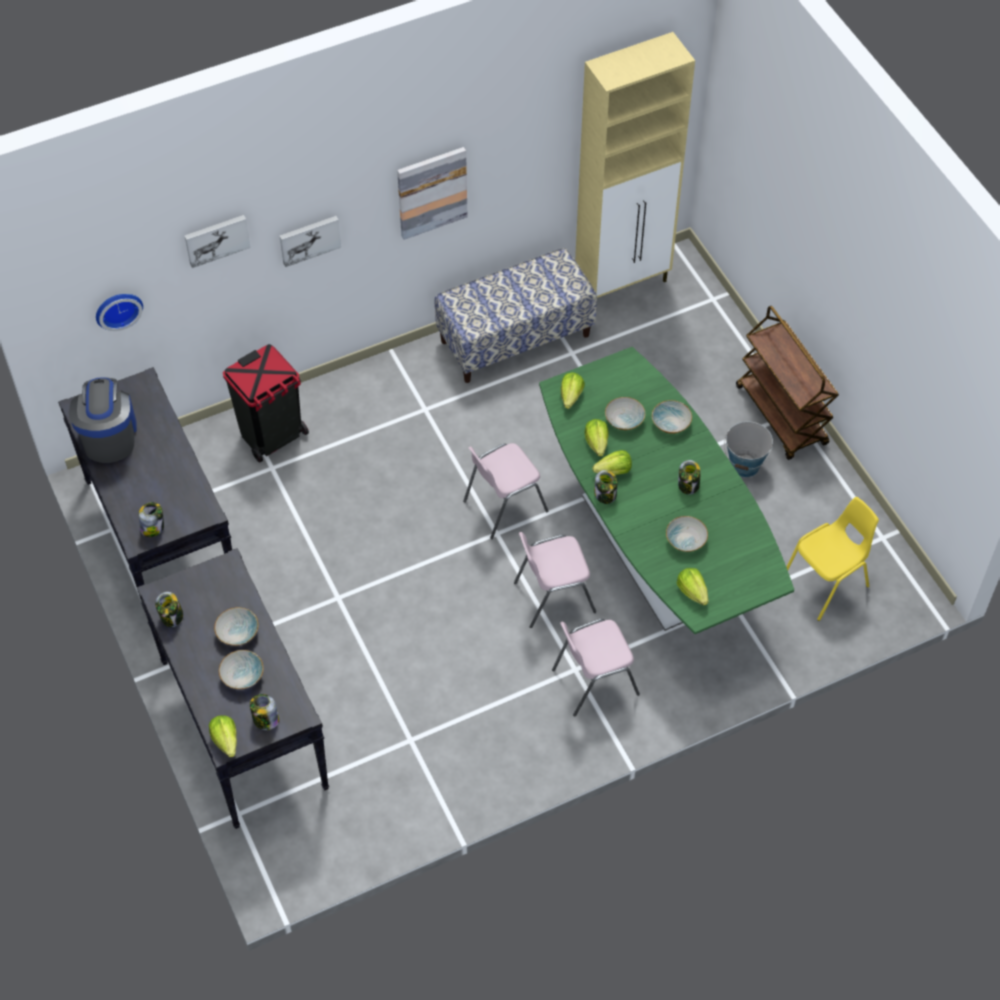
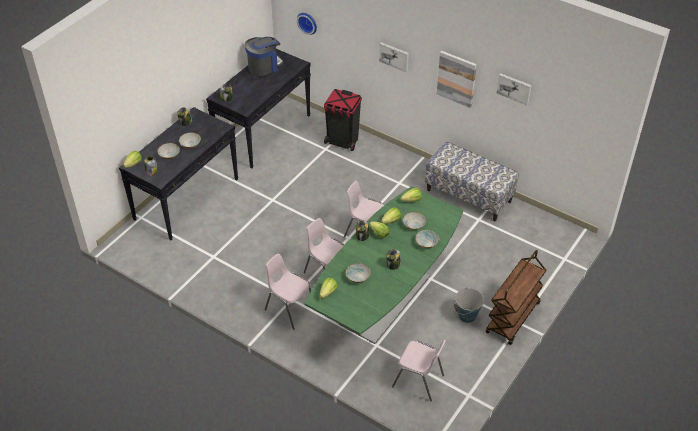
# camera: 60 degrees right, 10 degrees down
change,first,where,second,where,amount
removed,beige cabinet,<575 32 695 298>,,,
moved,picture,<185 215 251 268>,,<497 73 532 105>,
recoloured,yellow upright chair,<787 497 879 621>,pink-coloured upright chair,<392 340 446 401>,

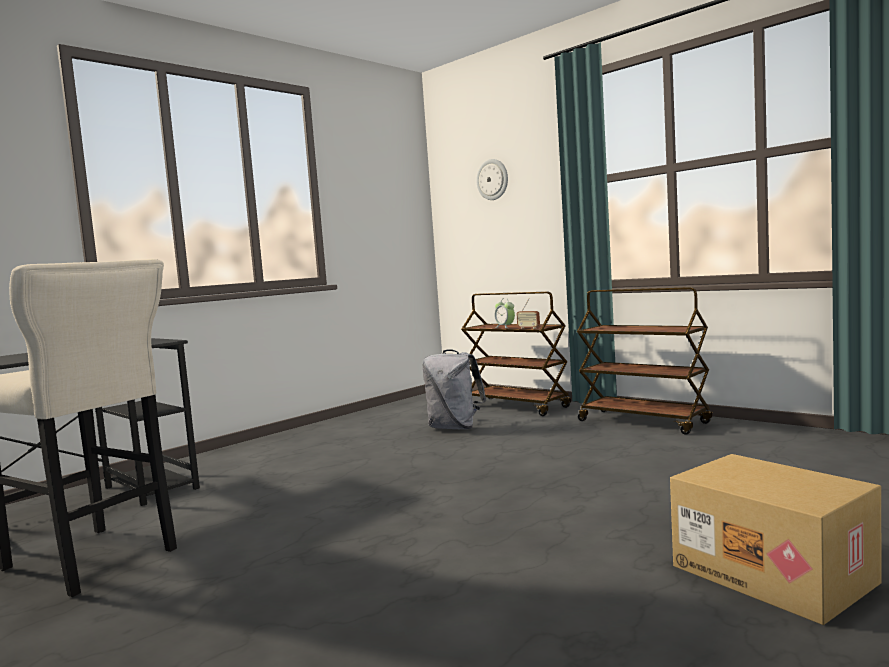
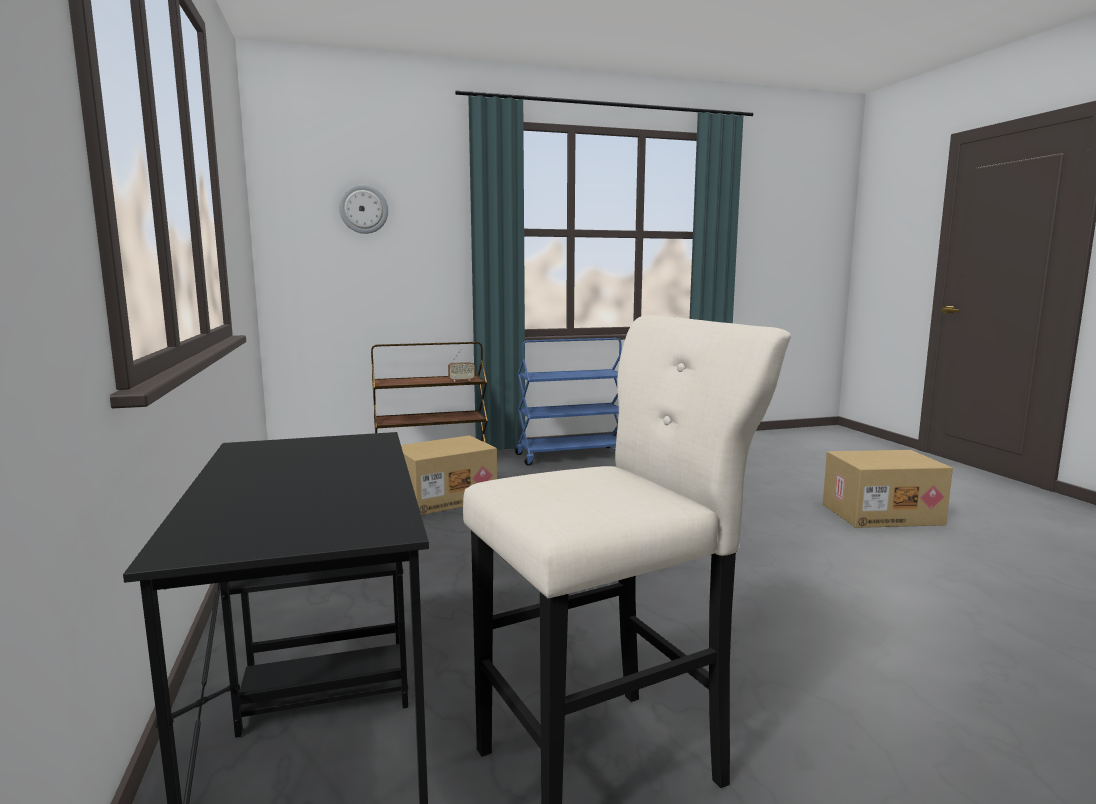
# camera: 60 degrees left, 5 degrees up
change,first,where,second,where,amount
removed,bedside clock,<494 298 515 328>,,,
replaced,grey backpack,<422 349 486 429>,cardboard box,<401 435 497 515>,
recoloured,brownish trolley,<577 287 712 435>,blue-coloured trolley,<515 338 622 466>,

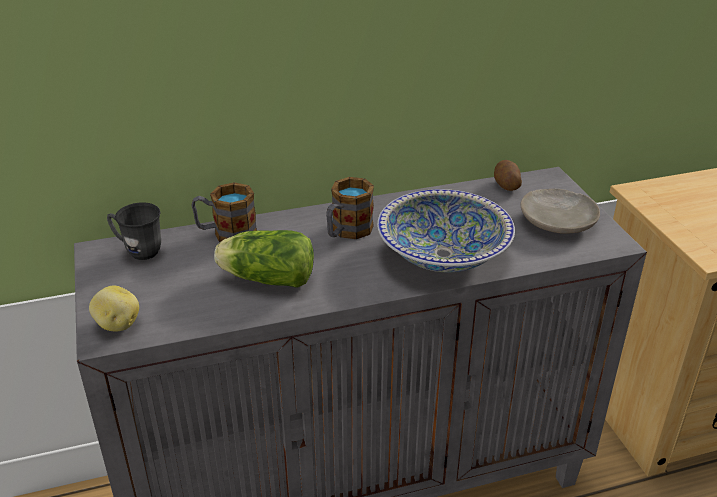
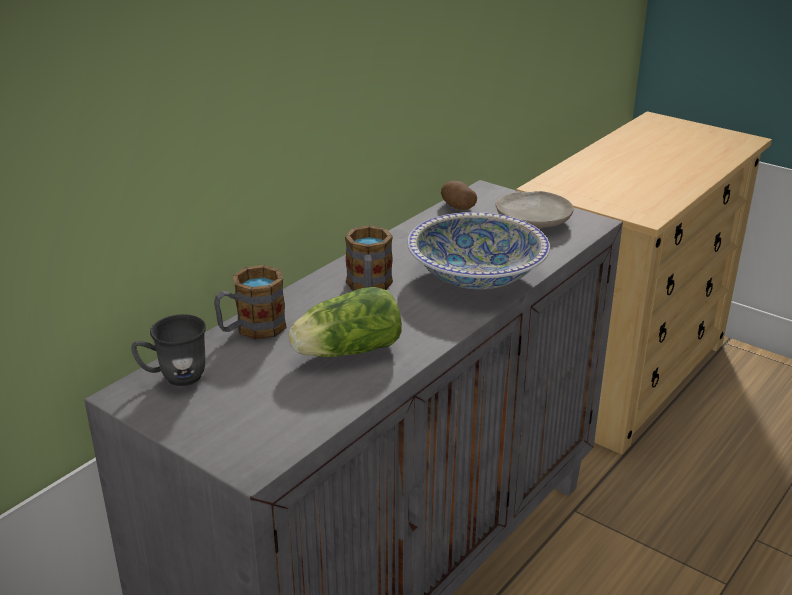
# camera: 35 degrees left, 5 degrees down
change,first,where,second,where,amount
removed,spud,<89 286 139 332>,,,

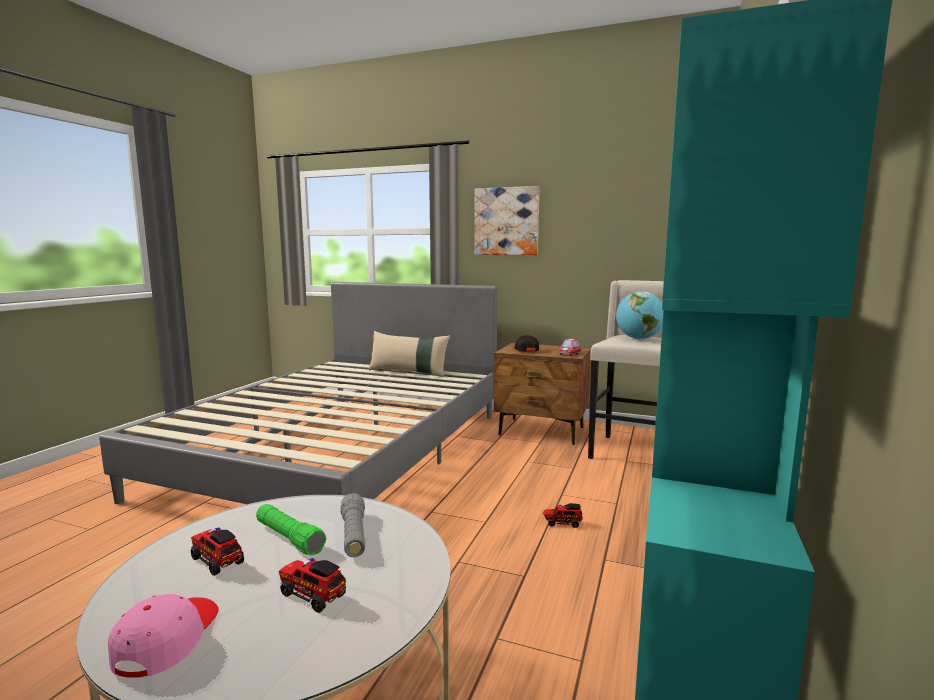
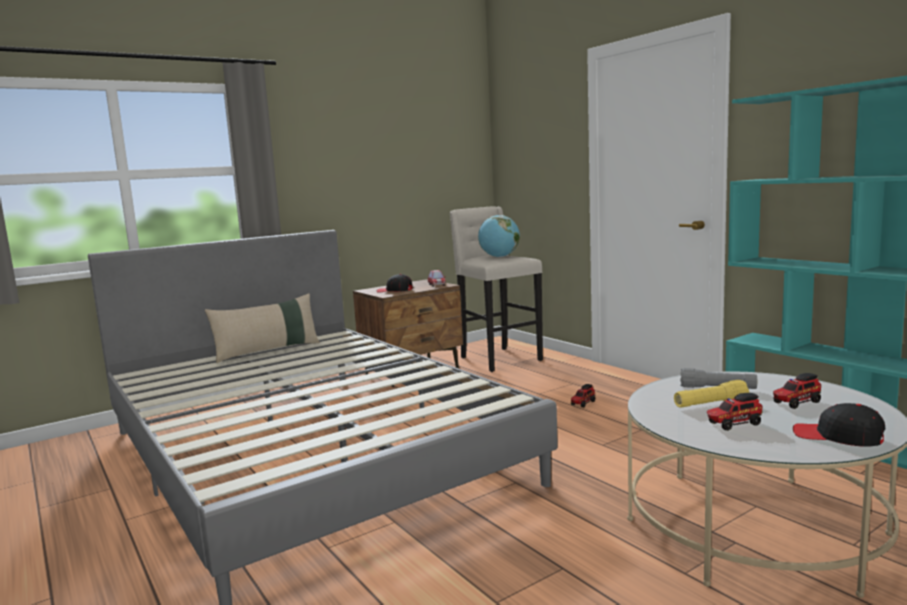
# camera: 55 degrees left, 0 degrees up
change,first,where,second,where,amount
removed,picture,<474 186 540 255>,,,
recoloured,pink-coloured peaked cap,<108 594 219 678>,blackish peaked cap,<793 403 885 447>,
recoloured,green torch,<256 504 326 555>,yellow torch,<674 380 749 408>,

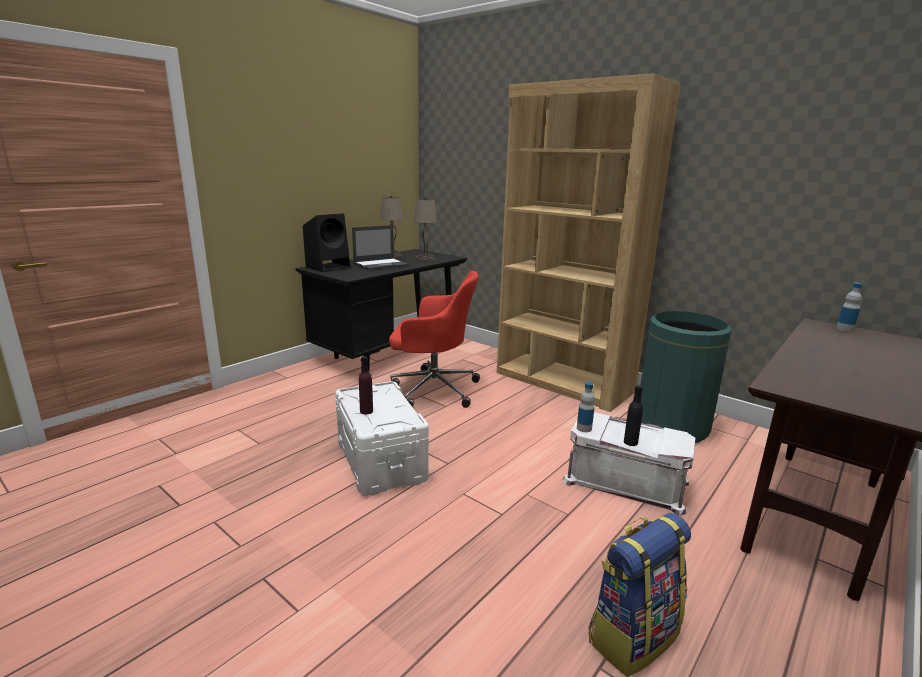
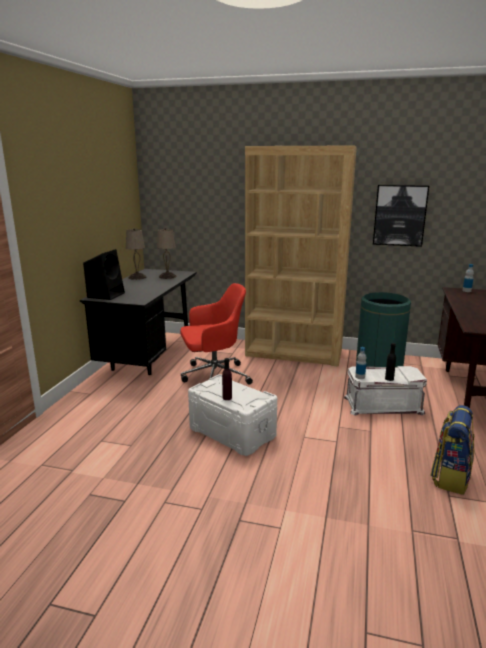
# camera: 25 degrees left, 0 degrees up
change,first,where,second,where,amount
removed,laptop,<352 225 409 270>,,,
added,,,picture,<373 185 429 247>,

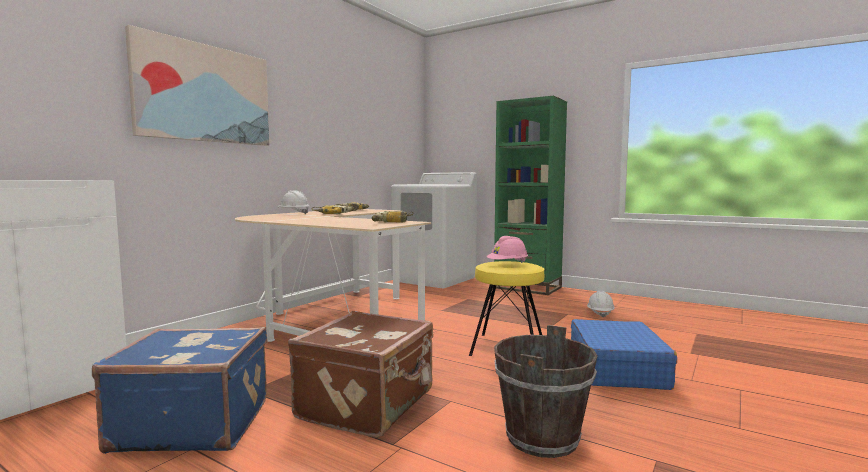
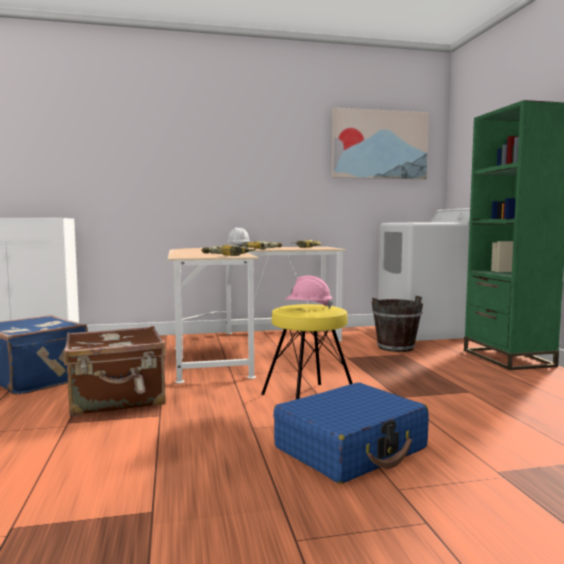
# camera: 45 degrees right, 0 degrees up
change,first,where,second,where,amount
removed,white-coloured safety helmet,<587 291 615 318>,,,
moved,picture,<125 25 270 146>,,<332 108 429 180>,
moved,brownish bucket,<494 325 598 458>,,<372 296 423 352>,

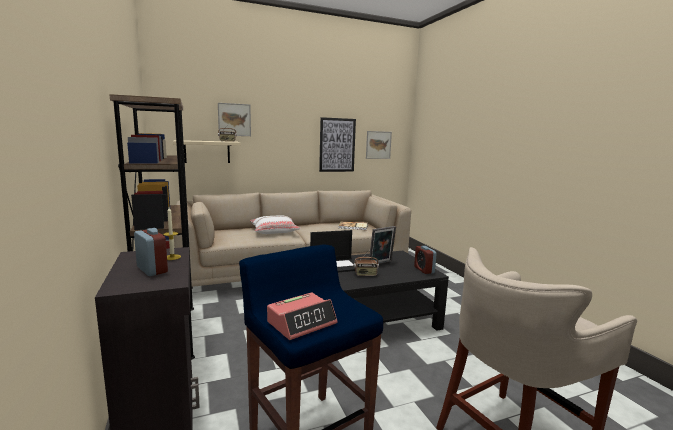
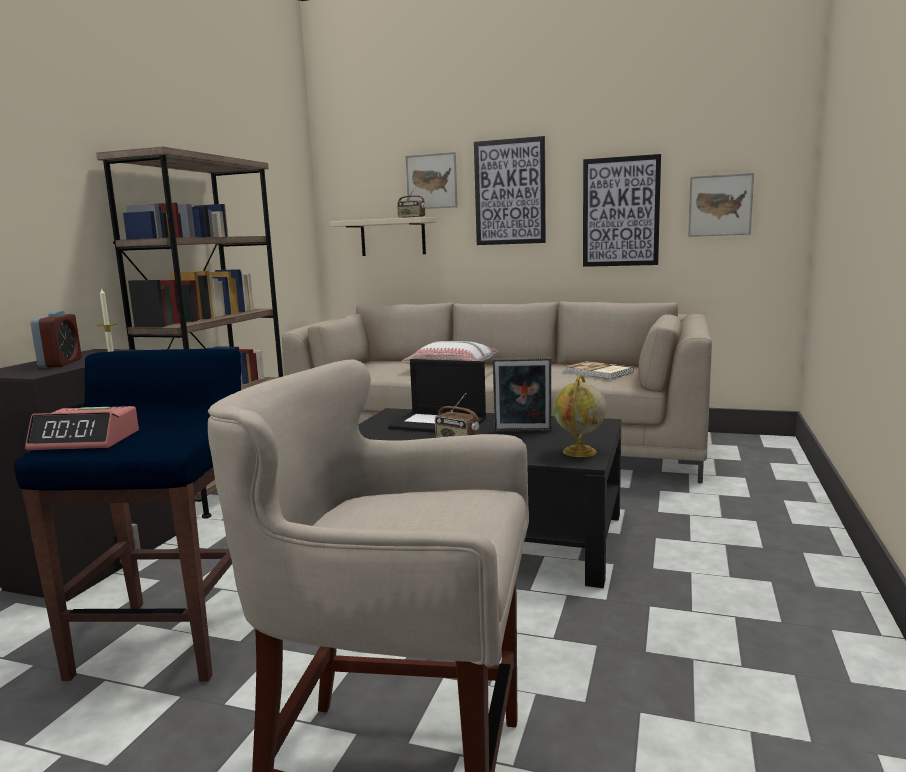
# camera: 40 degrees right, 0 degrees up
change,first,where,second,where,amount
added,,,picture,<474 136 546 245>,
replaced,bedside clock,<414 246 437 274>,world globe,<553 375 606 457>,

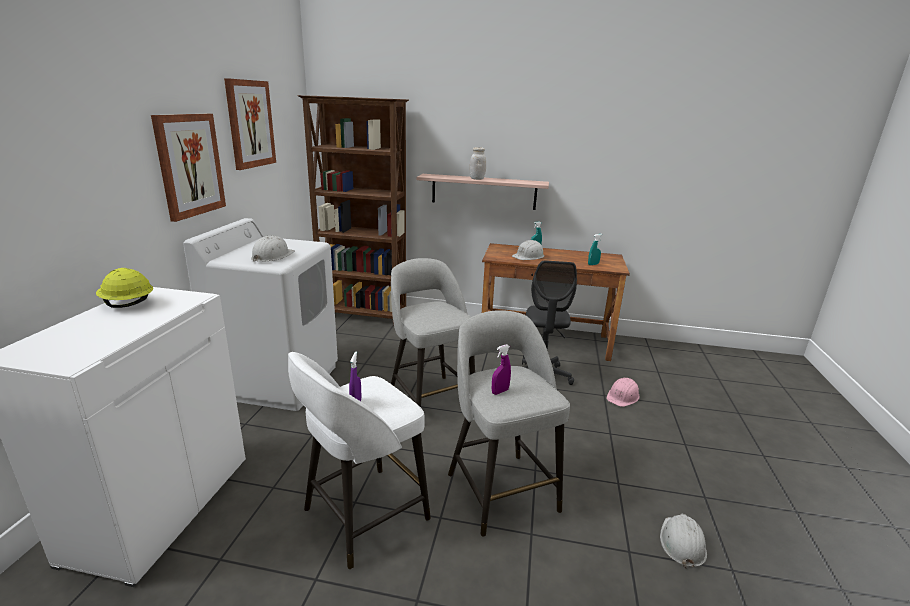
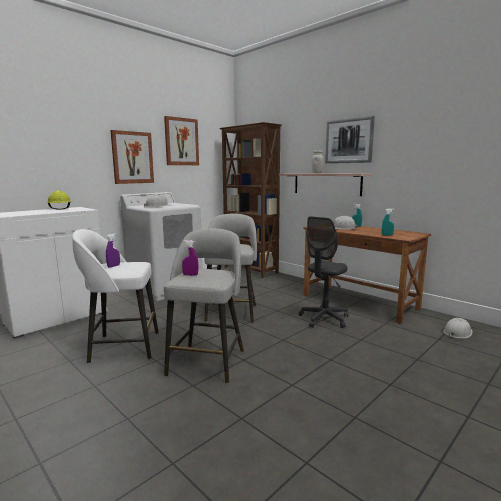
# camera: 35 degrees right, 10 degrees down
change,first,where,second,where,amount
removed,pink-coloured safety helmet,<606 378 640 407>,,,
added,,,picture,<325 116 375 163>,
moved,white-coloured safety helmet,<660 513 707 569>,,<443 318 473 339>,

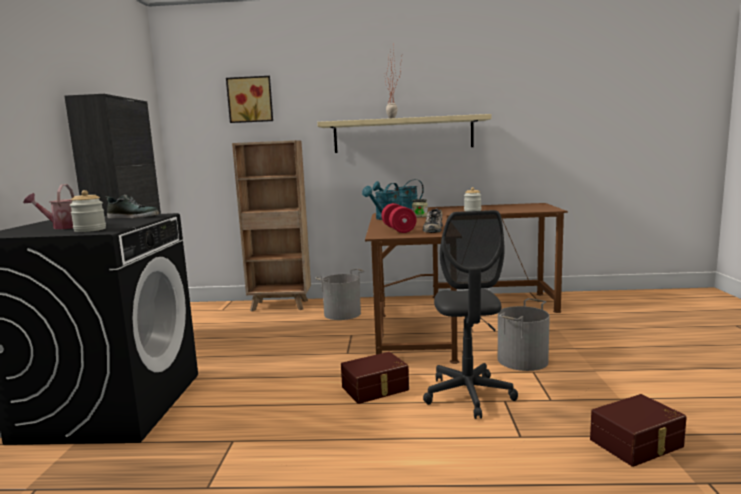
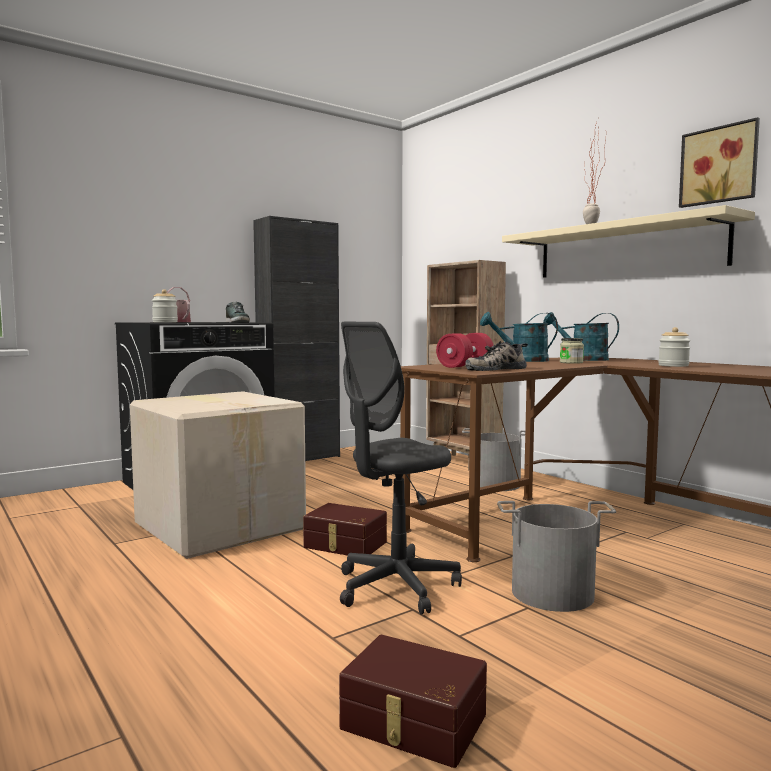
# camera: 50 degrees right, 5 degrees down
change,first,where,second,where,amount
added,,,cardboard box,<130 391 306 559>,
moved,picture,<226 76 273 123>,,<679 117 760 208>,

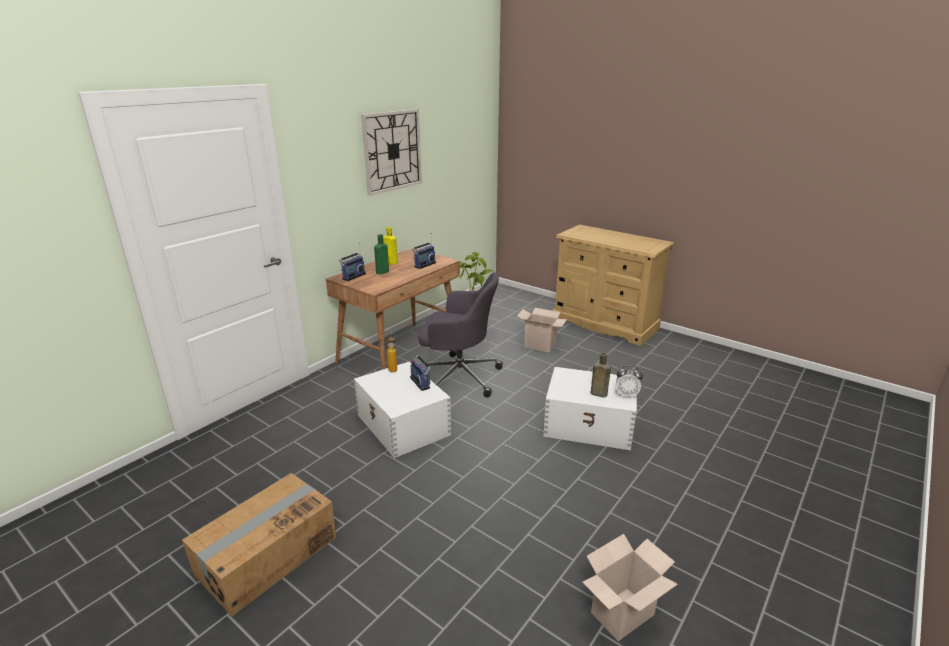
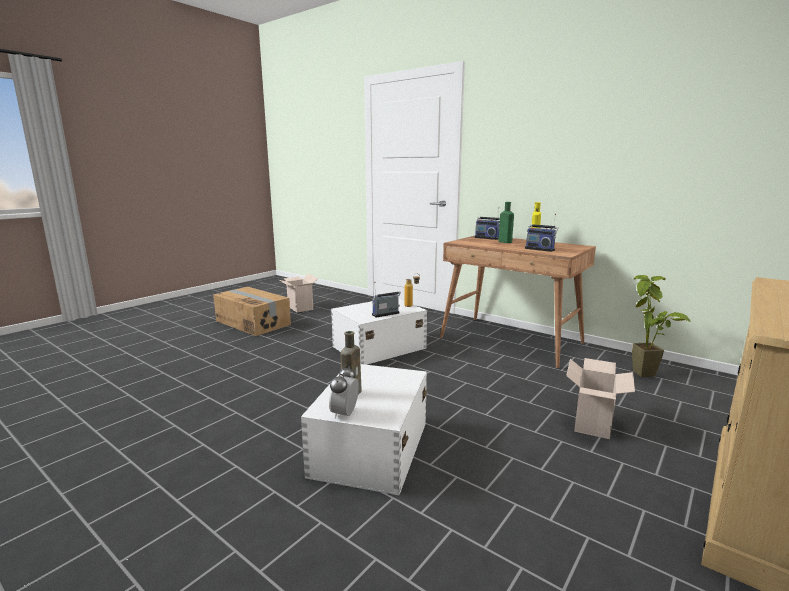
# camera: 90 degrees right, 10 degrees down
change,first,where,second,where,amount
removed,hanging clock,<361 109 422 196>,,,
removed,grey desk chair,<418 272 503 397>,,,
moved,cardboard box,<582 534 678 641>,,<279 274 318 313>,

